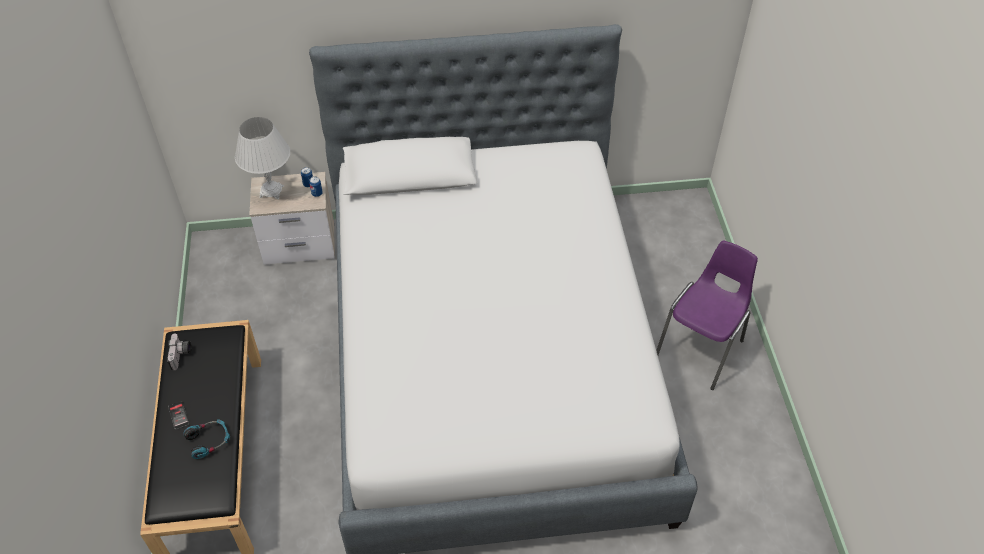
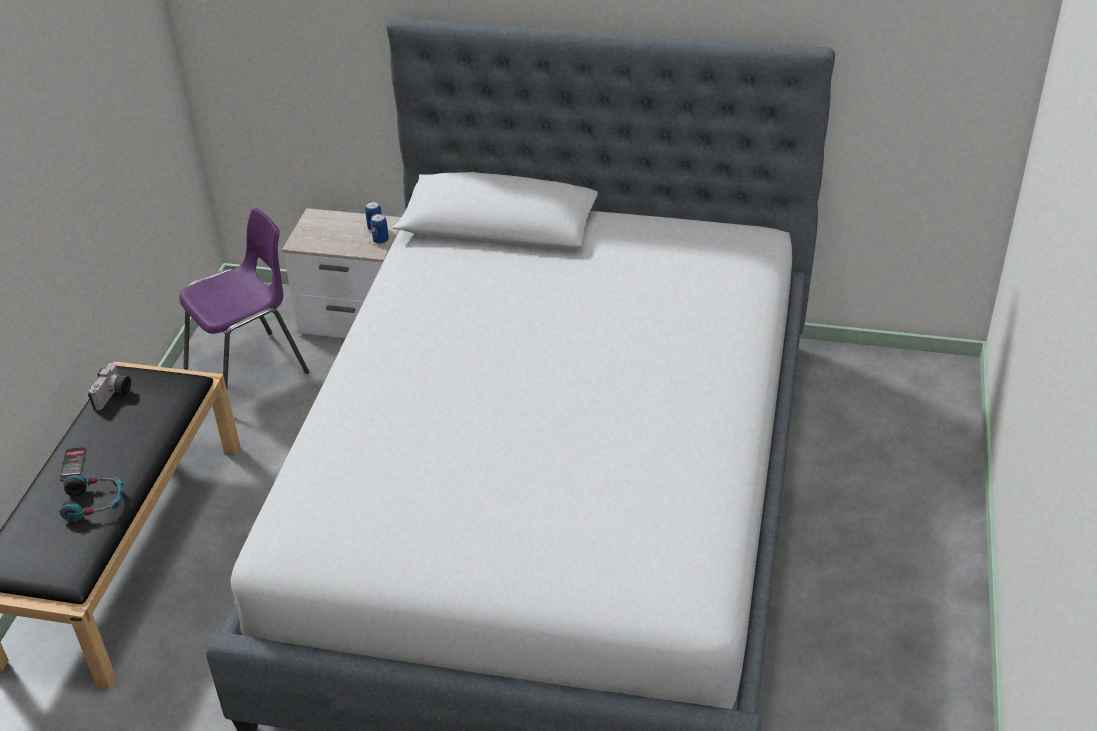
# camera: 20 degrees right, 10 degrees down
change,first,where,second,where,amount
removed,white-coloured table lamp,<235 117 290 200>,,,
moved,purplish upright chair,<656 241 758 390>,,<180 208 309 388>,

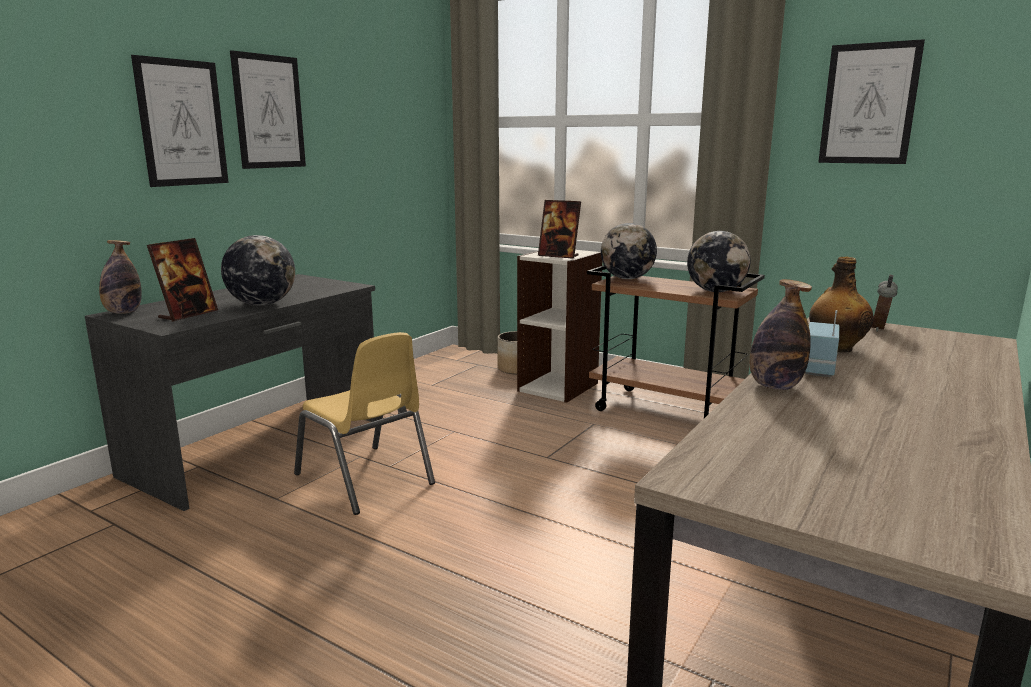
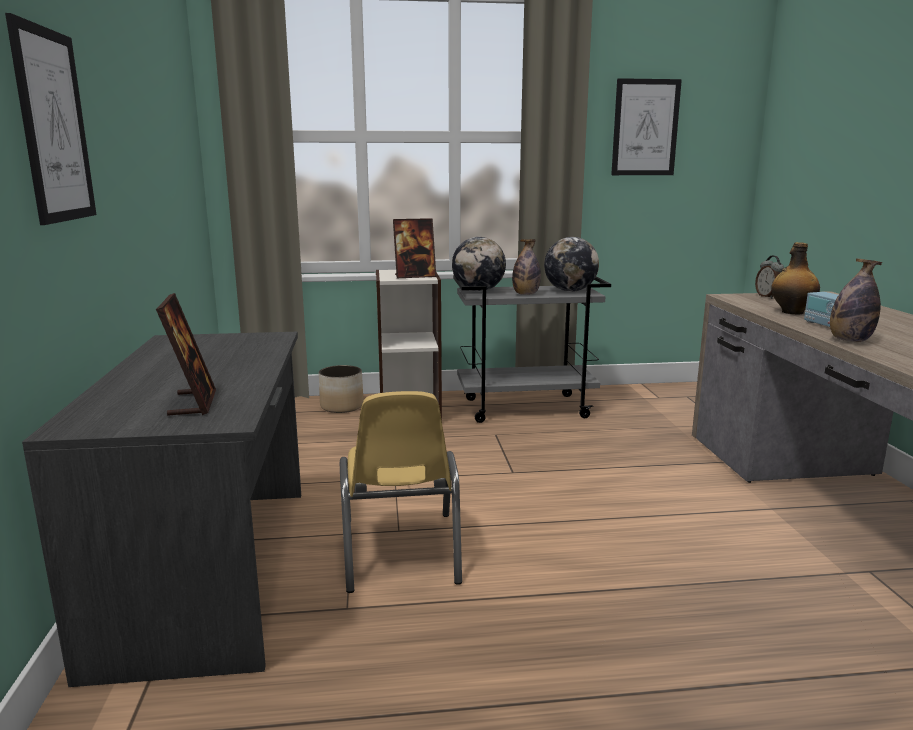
# camera: 40 degrees left, 0 degrees up
change,first,where,second,where,amount
removed,world globe,<221 235 295 306>,,,
removed,picture,<230 50 306 169>,,,
moved,drink bottle,<99 240 142 314>,,<512 239 541 295>,
recoloured,brownish trolley,<587 265 765 418>,grey trolley,<453 275 611 423>,
turned,yellow upright chair,<294 332 435 515>,,<340 391 462 593>,75 degrees clockwise

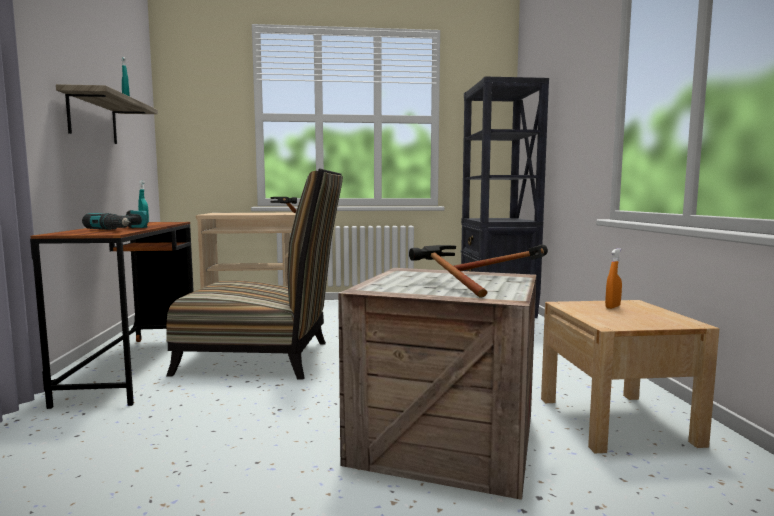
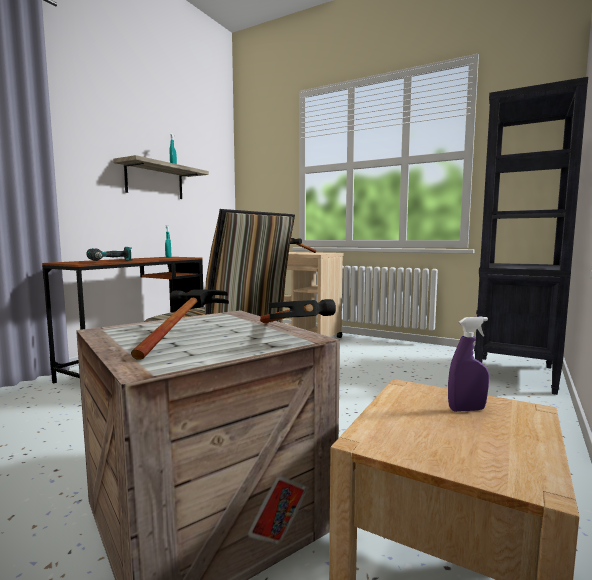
# camera: 35 degrees right, 0 degrees up
change,first,where,second,where,amount
recoloured,orange-coloured spray bottle,<605 248 622 309>,purplish spray bottle,<448 316 489 412>,

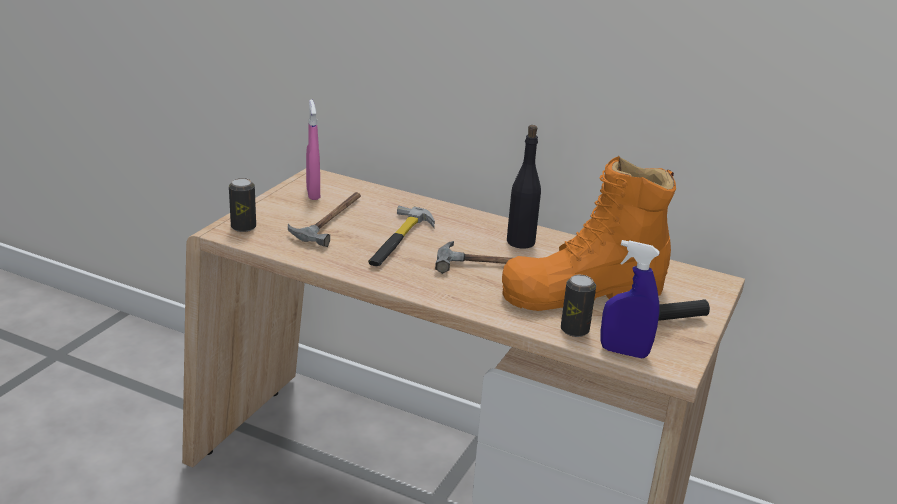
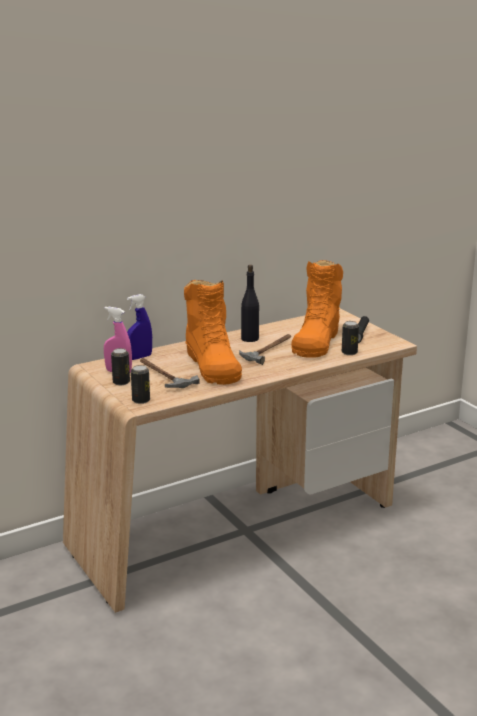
# camera: 55 degrees left, 5 degrees down
change,first,where,second,where,amount
added,,,can,<111 348 130 385>,
moved,blue-coloured spray bottle,<601 240 660 358>,,<127 294 152 360>,
replaced,tool hammer,<368 206 435 266>,orange-coloured boot,<184 280 242 385>,

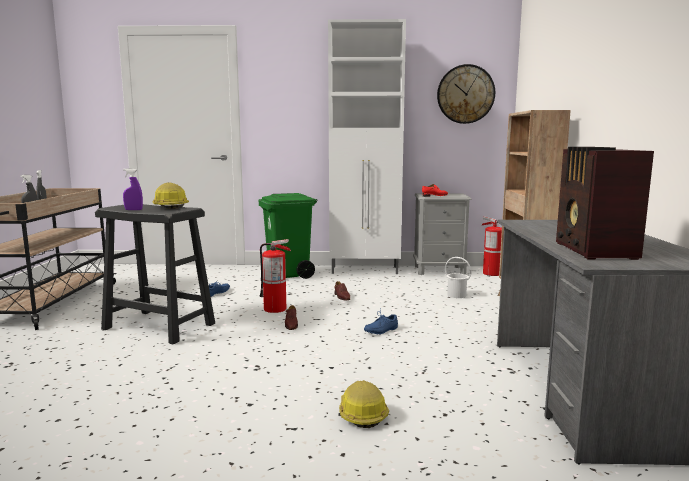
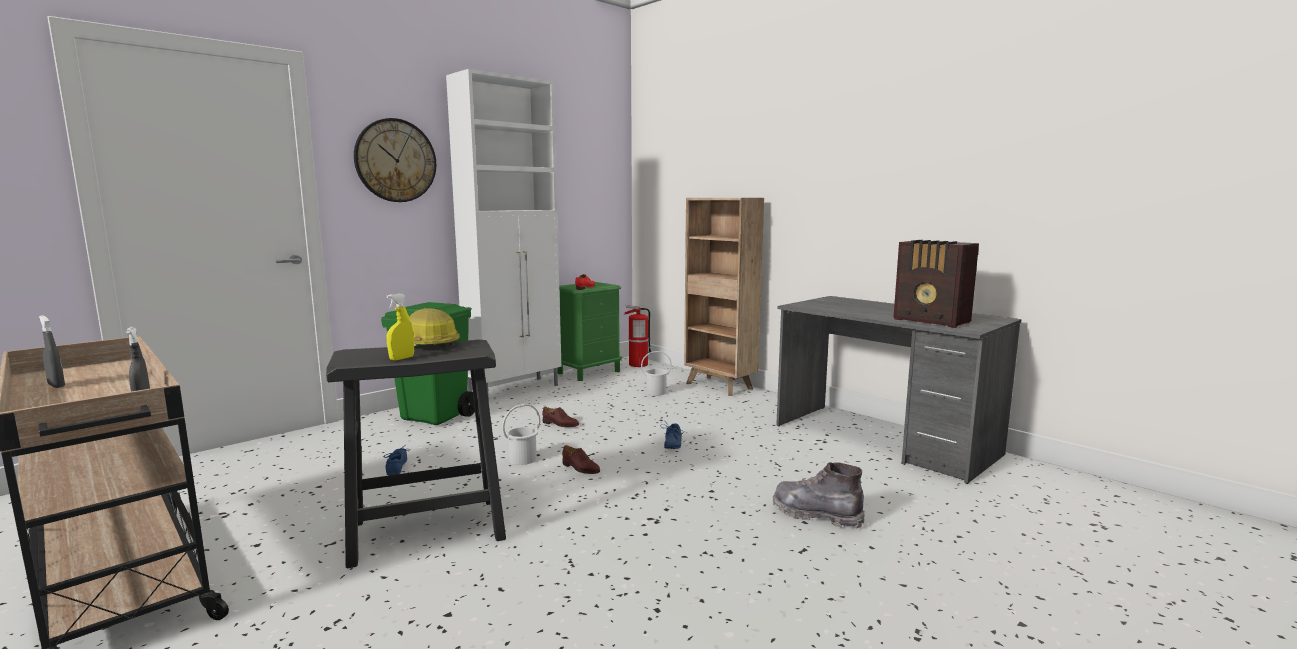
# camera: 45 degrees left, 0 degrees up
change,first,where,second,where,amount
moved,hanging clock,<437 64 495 124>,,<354 118 436 202>,
replaced,extinguisher,<259 239 291 313>,white-coloured bucket,<502 404 540 465>,
replaced,safety helmet,<339 380 389 428>,grey boot,<773 462 865 528>,
recoloured,purplish spray bottle,<123 168 143 210>,yellow spray bottle,<387 293 414 360>,
recoloured,grey night table,<413 193 472 275>,green night table,<557 282 622 381>,

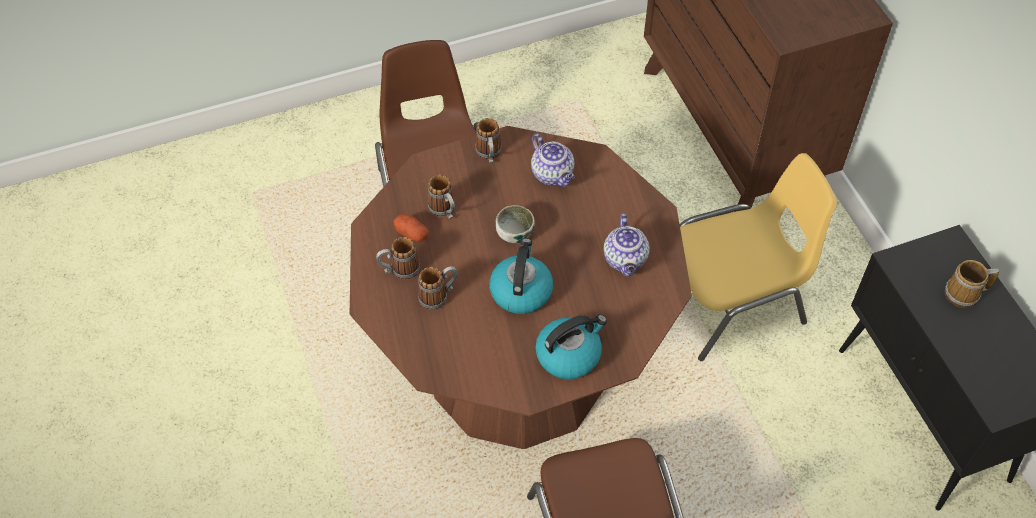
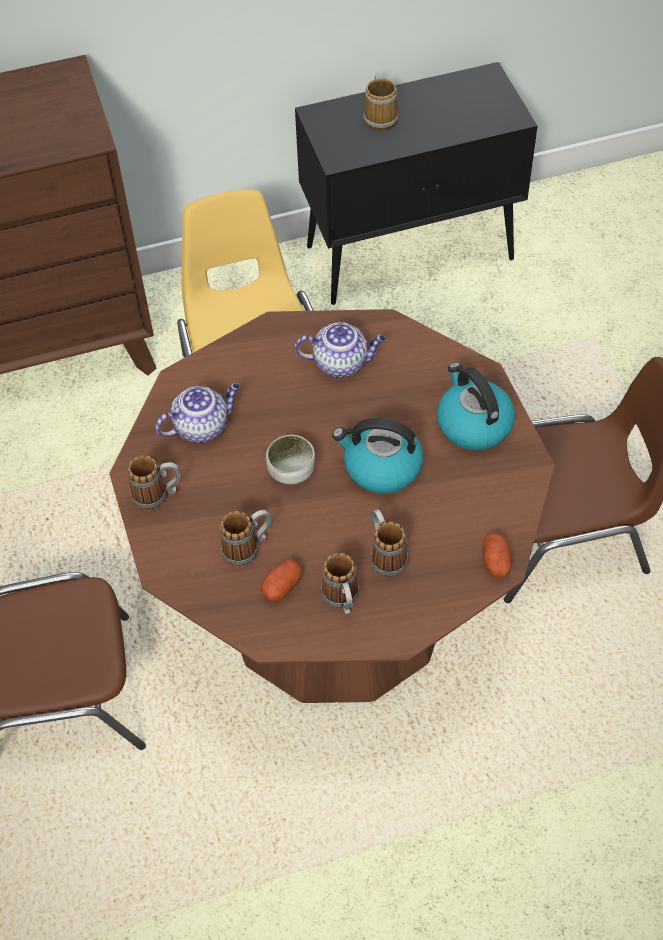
# camera: 85 degrees left, 0 degrees up
change,first,where,second,where,amount
added,,,spud,<482 533 512 577>,

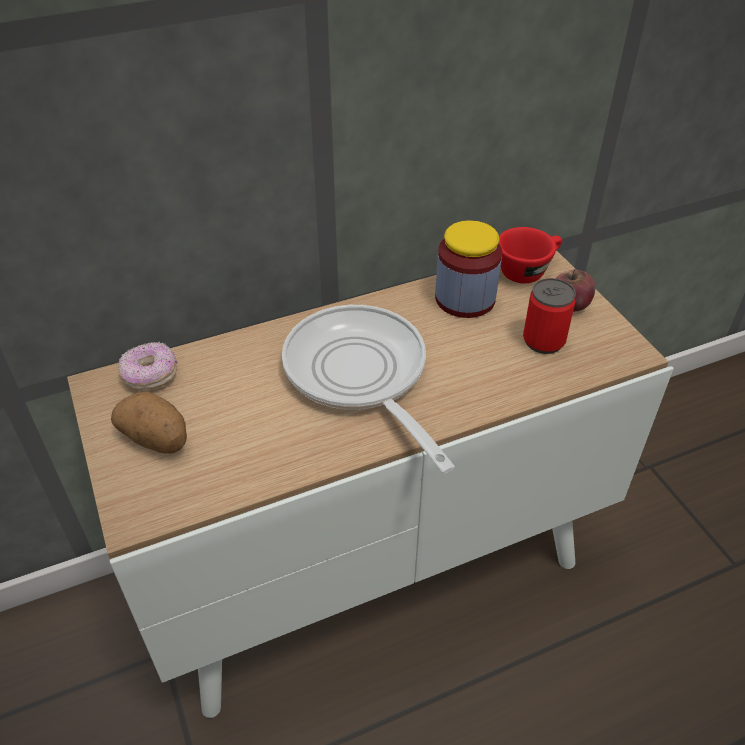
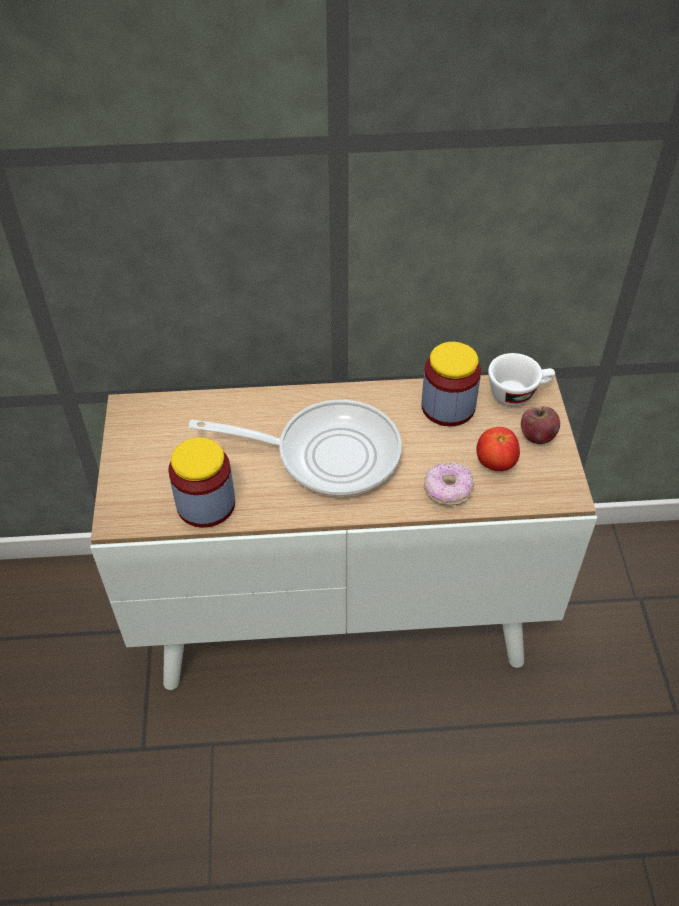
# camera: 20 degrees right, 5 degrees up
change,first,where,second,where,amount
removed,spud,<111 392 187 454>,,,
added,,,jar,<168 438 235 528>,
moved,doughnut,<118 342 178 390>,,<424 462 474 505>,
replaced,can,<523 278 576 354>,tomato,<476 427 520 471>,
recoloured,red-coloured drinking cup,<499 227 562 283>,white-coloured drinking cup,<488 353 555 406>,
turned,frying pan,<282 305 455 473>,,<188 400 402 497>,105 degrees clockwise

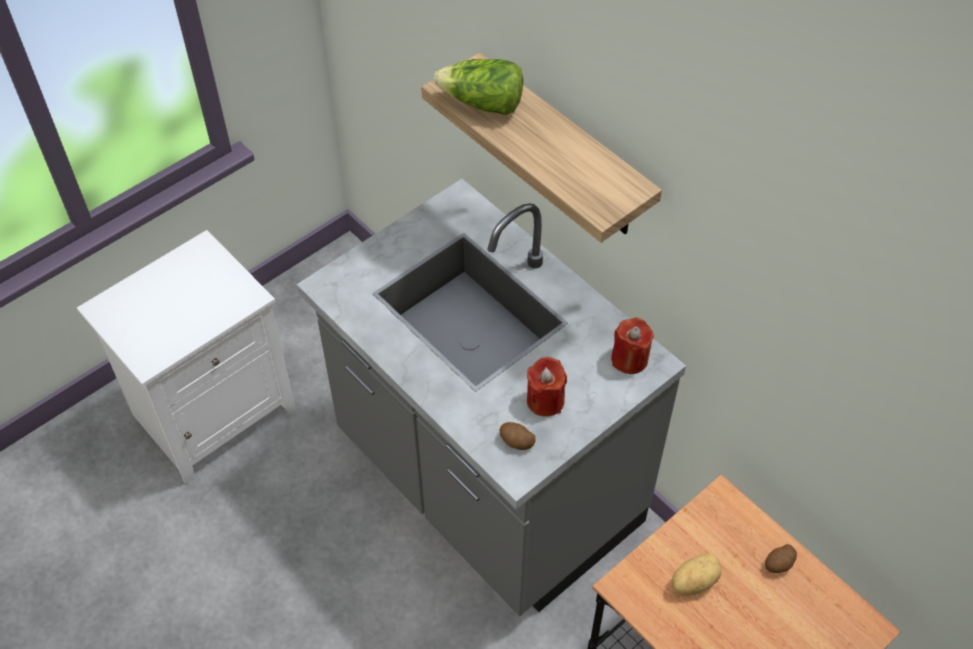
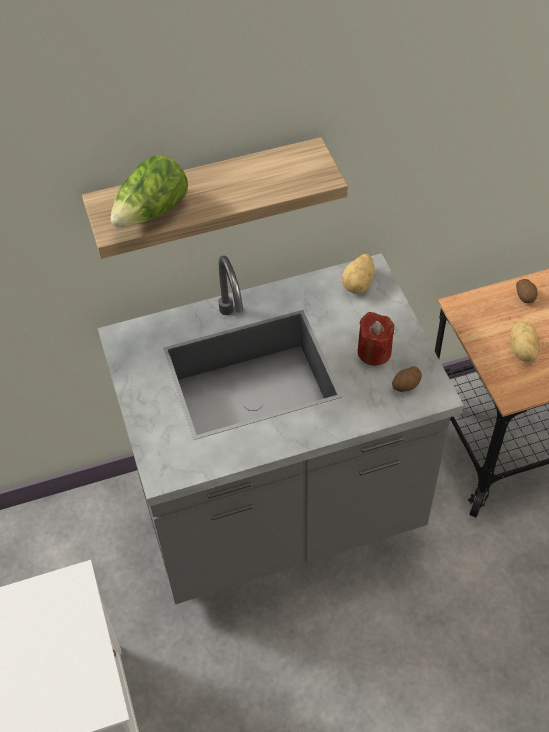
# camera: 65 degrees left, 0 degrees up
change,first,where,second,where,amount
replaced,red-coloured wax light,<611 318 654 374>,spud,<342 254 375 294>,

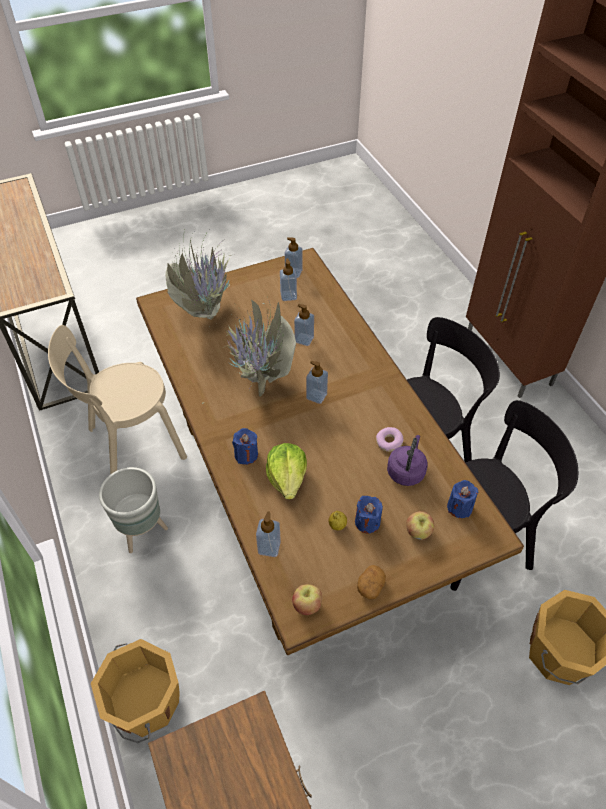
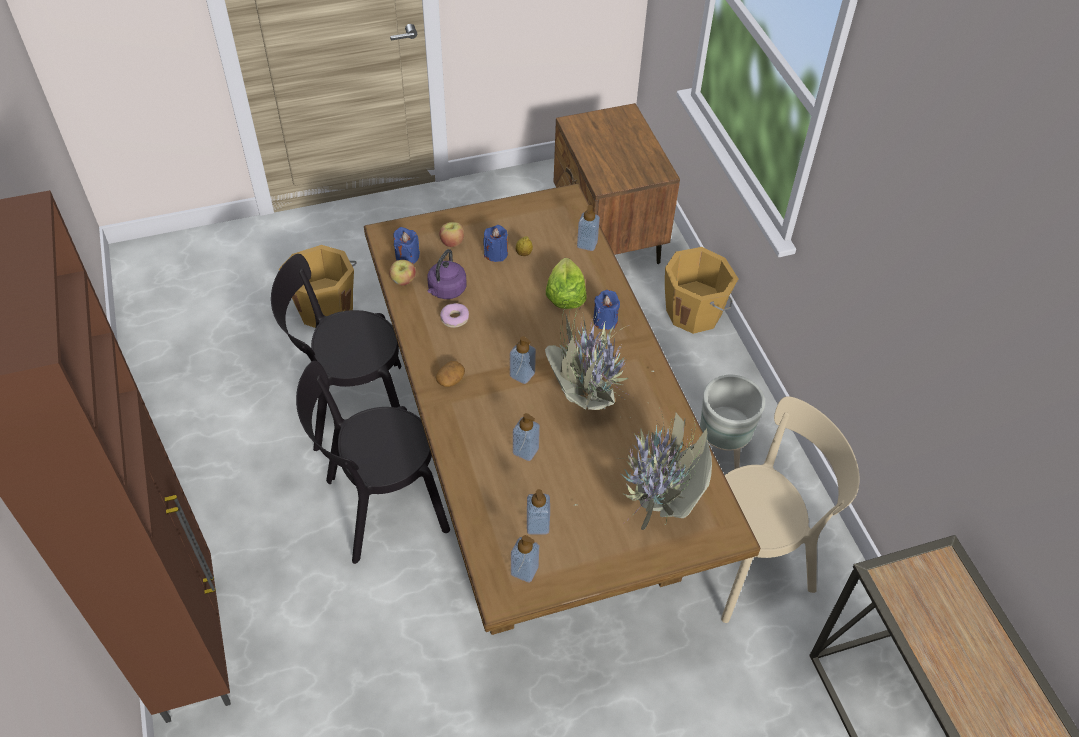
# camera: 175 degrees left, 0 degrees up
change,first,where,second,where,amount
moved,apple,<292 584 322 615>,,<389 260 416 286>,
moved,spud,<357 565 386 599>,,<436 361 465 387>,

